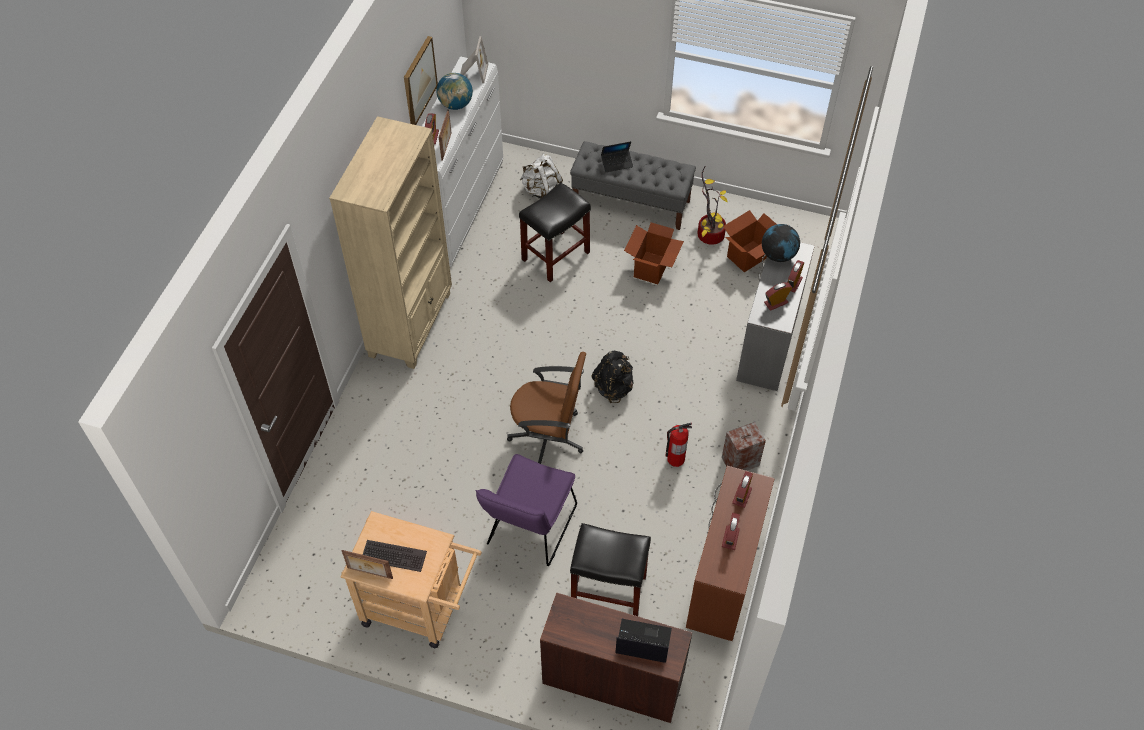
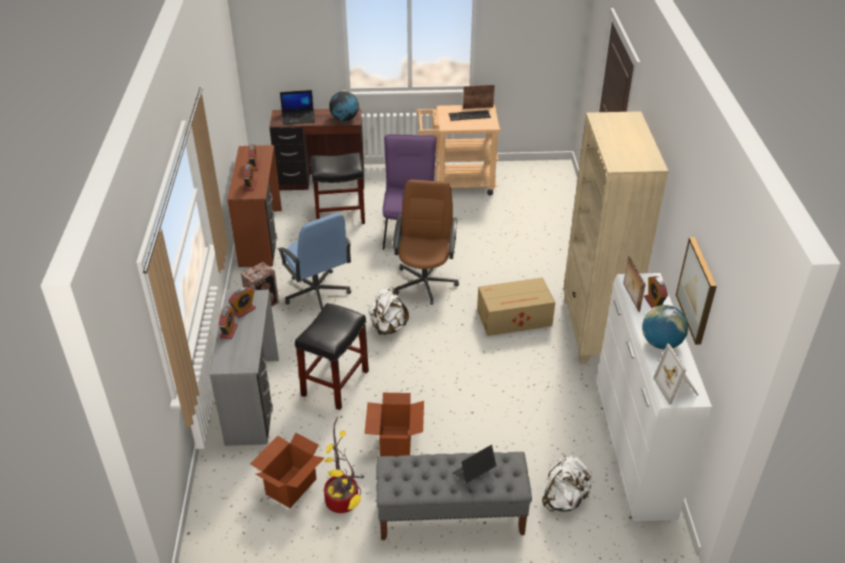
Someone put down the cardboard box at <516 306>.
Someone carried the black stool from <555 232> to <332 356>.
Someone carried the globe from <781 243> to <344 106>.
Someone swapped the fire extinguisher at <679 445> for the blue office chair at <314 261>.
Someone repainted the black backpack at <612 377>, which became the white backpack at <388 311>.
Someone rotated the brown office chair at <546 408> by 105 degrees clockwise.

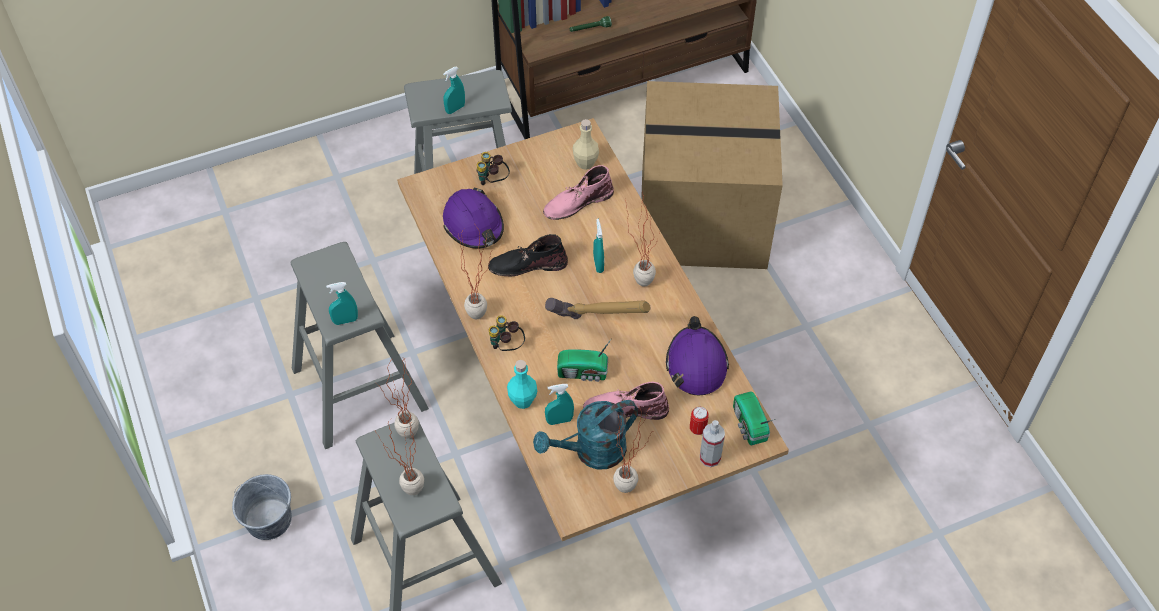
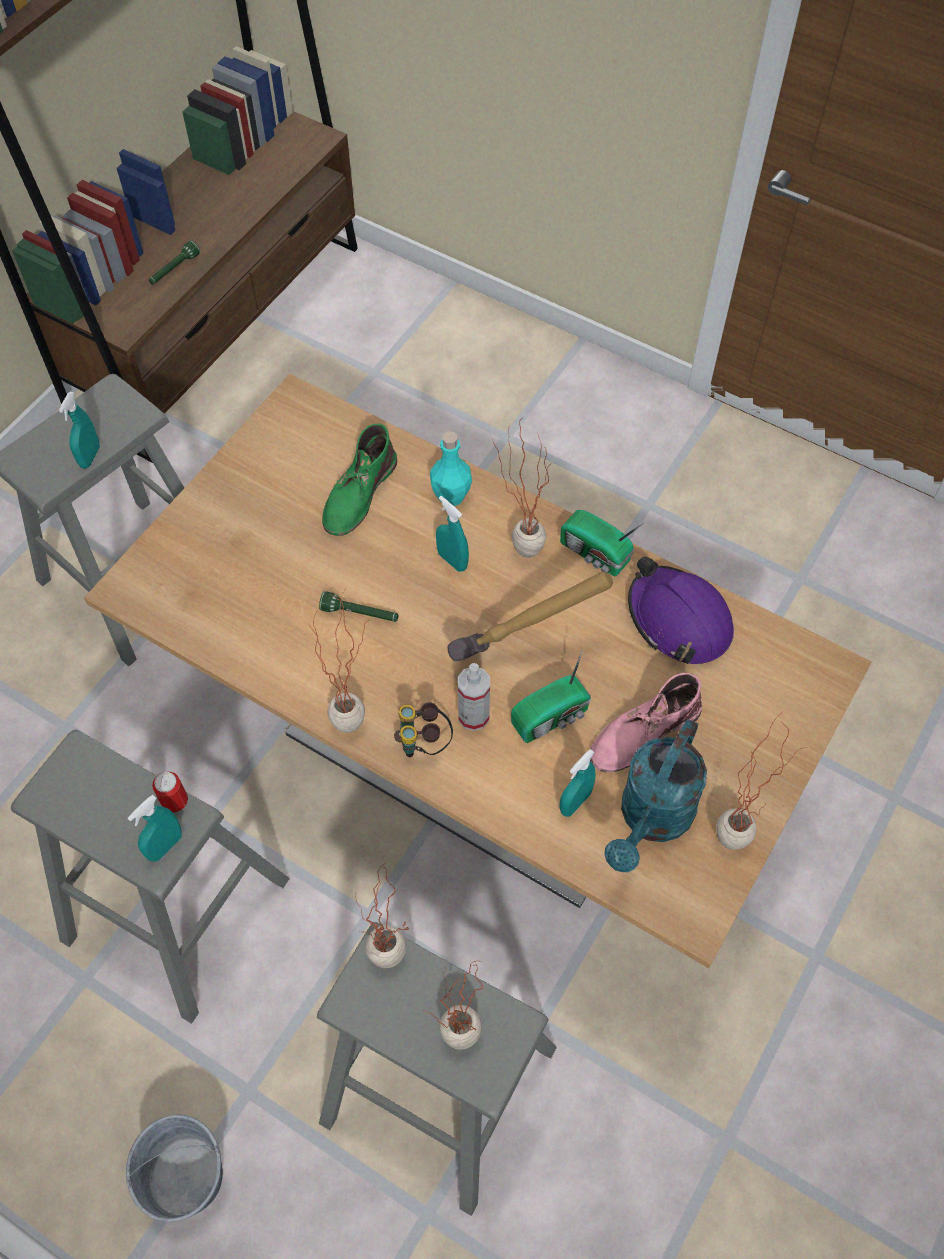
Someone took away the purple hard hat at <473 218>.
Someone took away the binoculars at <493 168>.
Someone took away the beige bottle at <586 144>.
Someone took away the cardboard box at <712 175>.
Someone carried the turquoise bottle from <522 384> to <451 468>.
Someone carried the can from <699 421> to <170 792>.
Someone carried the spray bottle from <712 443> to <474 697>.
Someone carried the radio from <754 418> to <602 543>.
Someone swapped the black boot at <528 255> for the green flashlight at <359 606>.
Someone repainted the pink boot at <578 192>, which became the green boot at <359 480>.

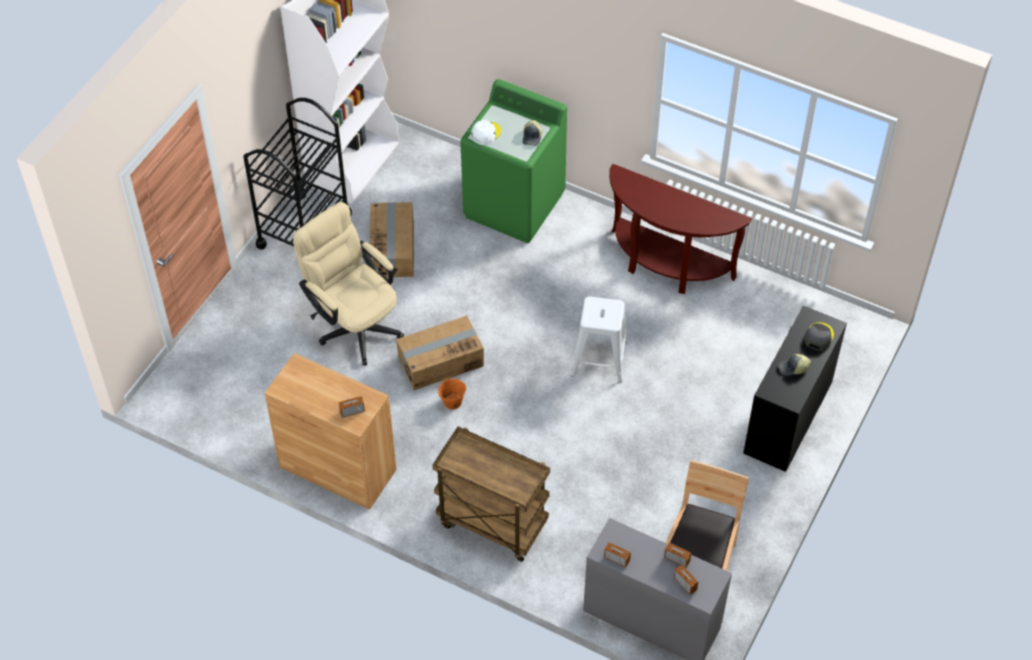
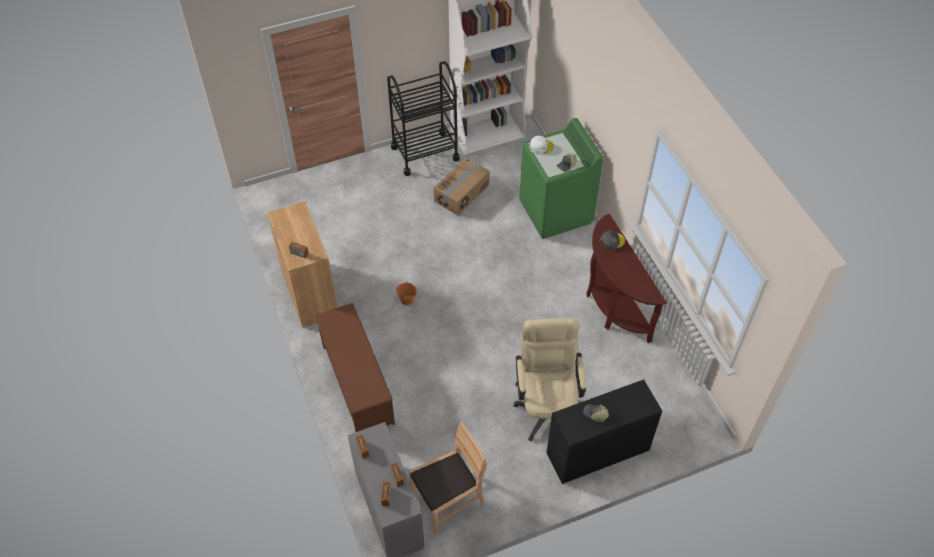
Someone took away the cardboard box at <440 352>.
Someone took away the white stool at <599 339>.
Someone carried the beige office chair from <348 284> to <549 380>.
Someone carried the grey cap from <819 336> to <612 240>.
Someone swapped the brown cart at <491 494> for the brown shoe rack at <355 367>.

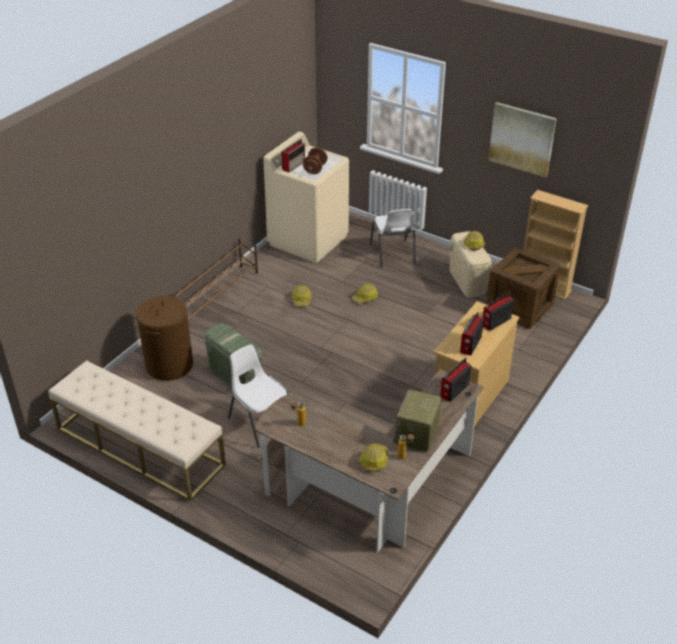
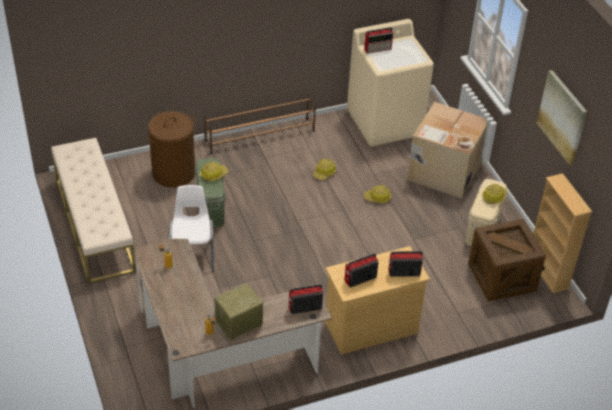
Someone took away the brown dumbbell at <315 160>.
Someone carried the hard hat from <374 457> to <215 171>.
Someone swapped the white chair at <393 238> for the cardboard box at <447 150>.

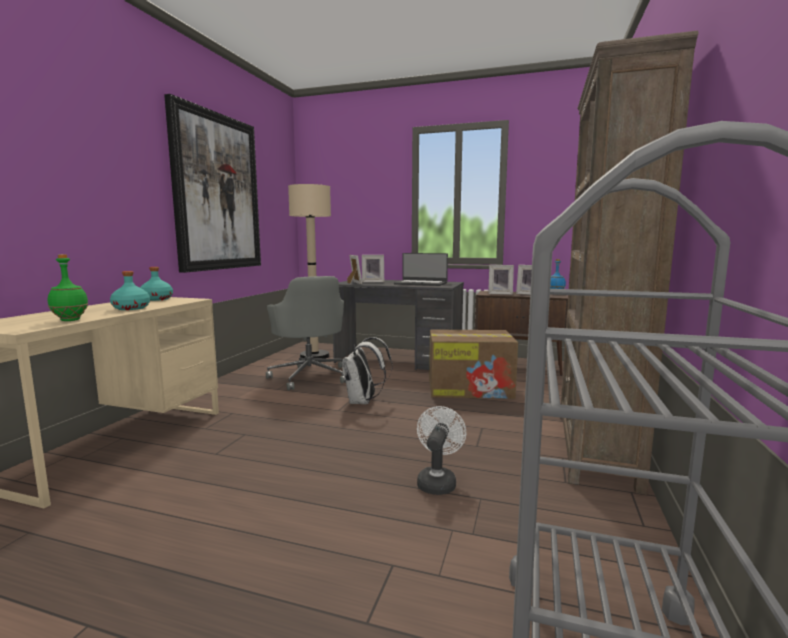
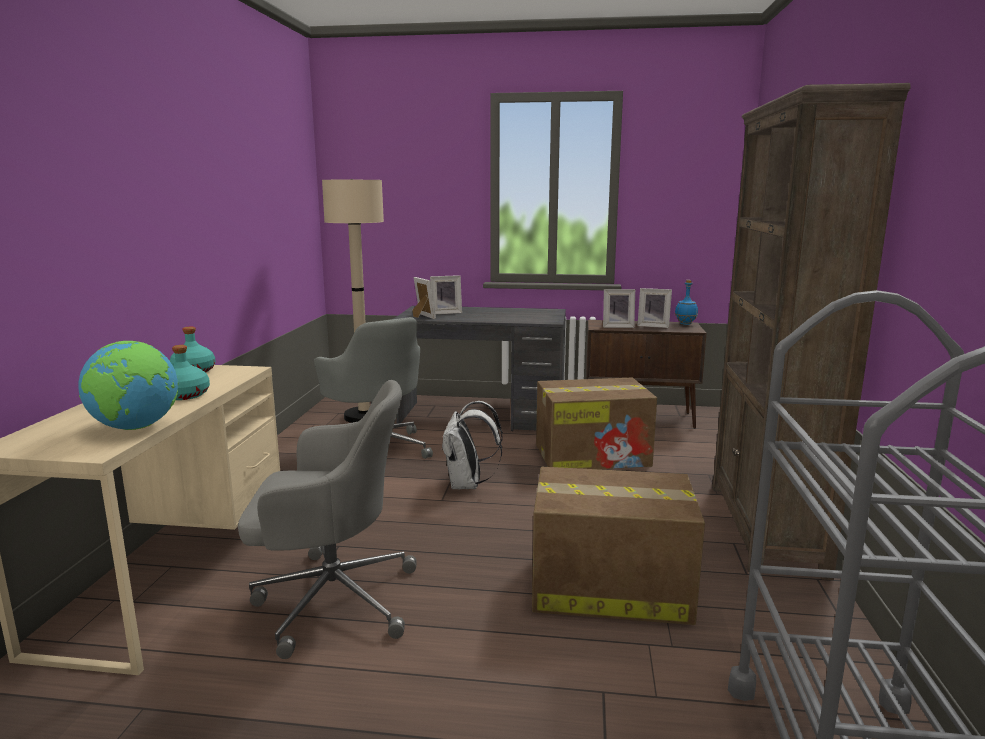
Someone took away the picture at <212 183>.
Someone took away the laptop at <421 269>.
Someone put down the grey office chair at <327 519>.
Someone swapped the green bottle at <68 287> for the globe at <128 385>.
Someone swapped the white fan at <441 450> for the cardboard box at <618 546>.

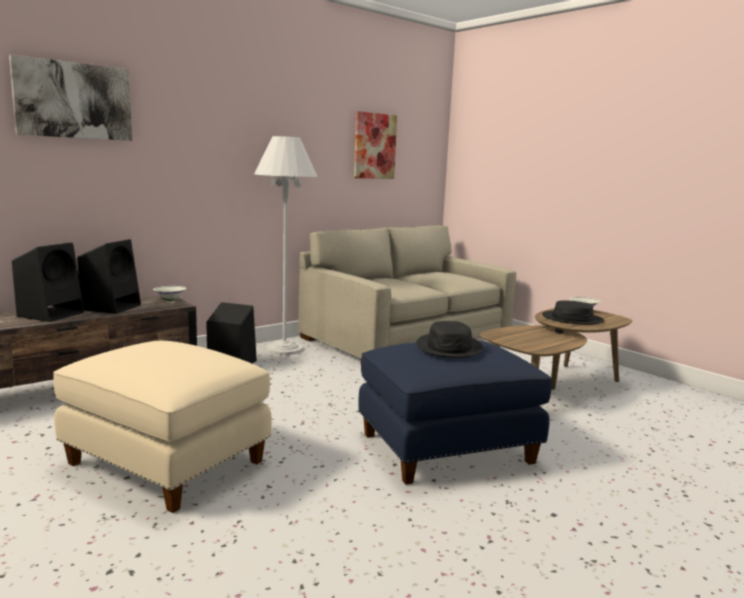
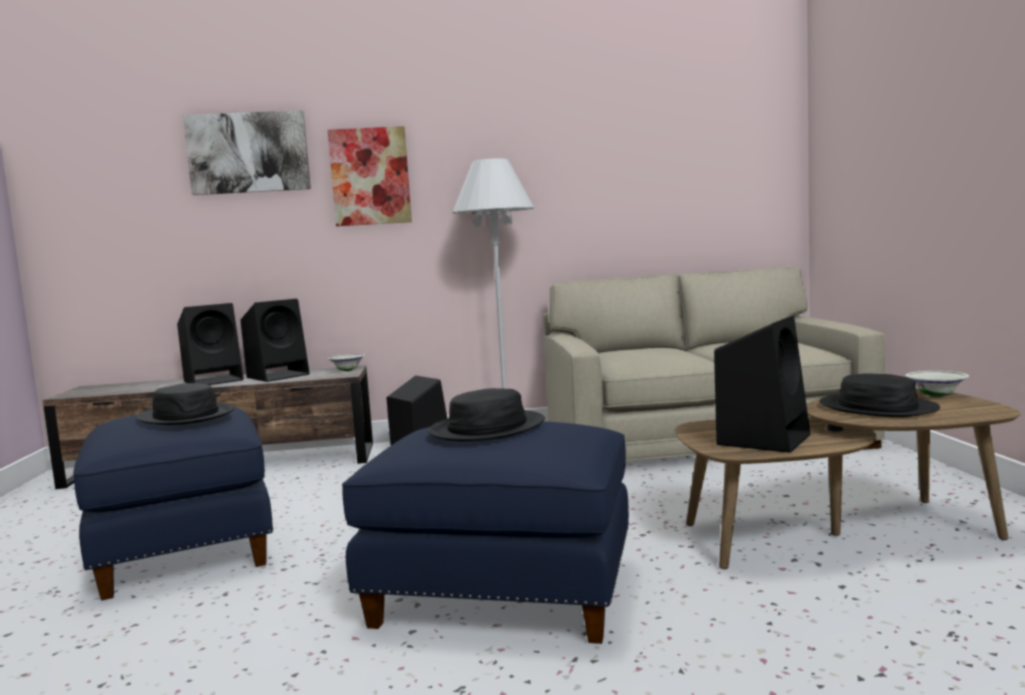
Someone put down the black hat at <185 404>.
Someone put down the black speaker at <762 384>.
Someone carried the picture from <375 145> to <370 176>.
Someone repainted the beige ottoman at <162 427>, which became the blue ottoman at <173 504>.

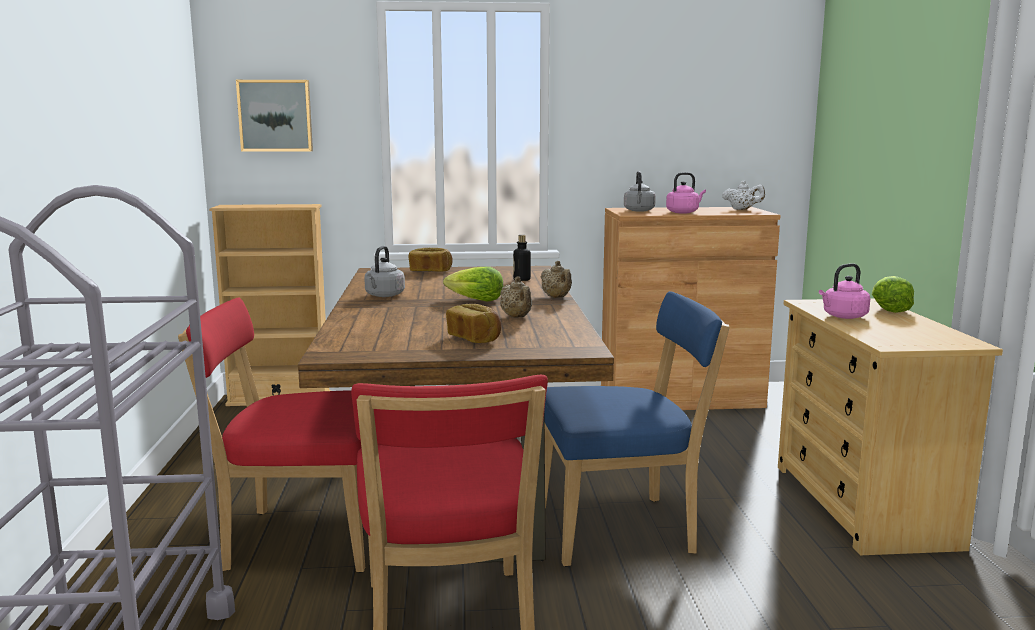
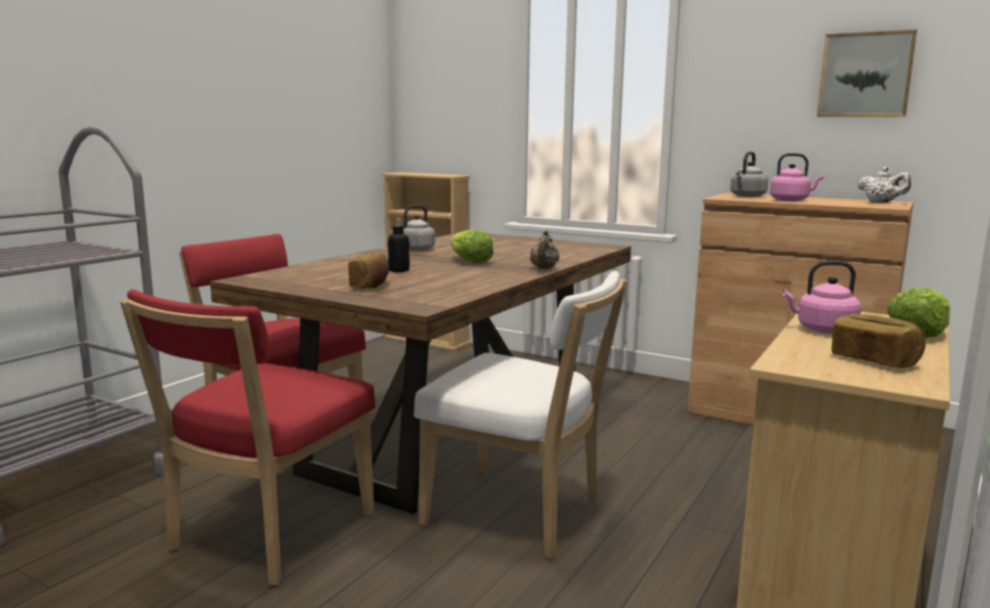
Someone took away the beige teapot at <516 297>.
Someone carried the picture from <274 116> to <867 73>.
Someone carried the bread from <431 260> to <878 341>.
Someone carried the bottle from <522 258> to <399 245>.
Someone repainted the blue chair at <637 429>, which became the white chair at <520 415>.

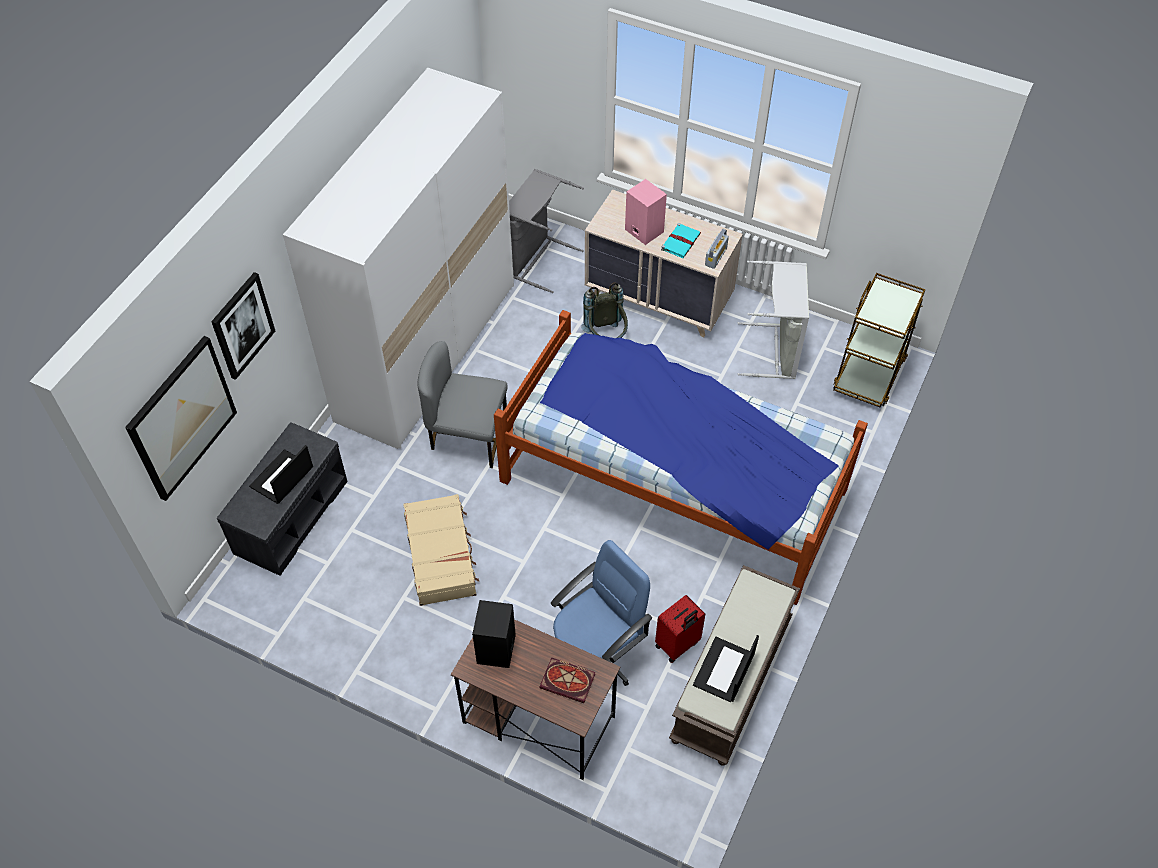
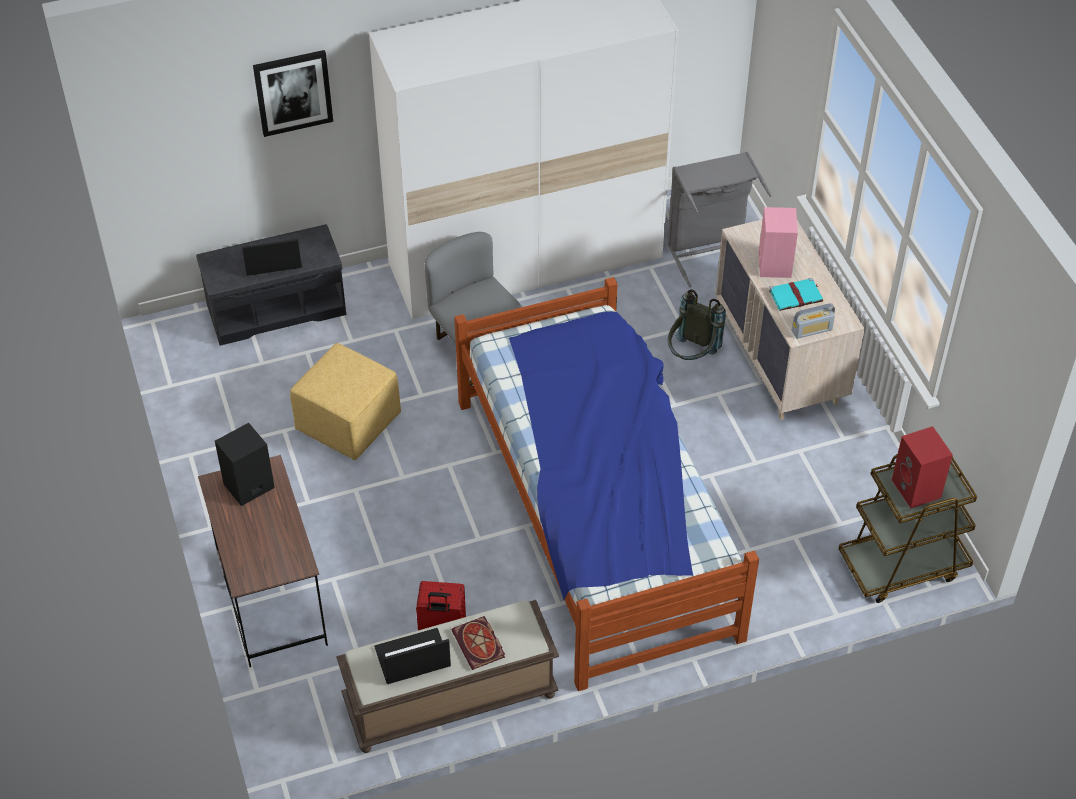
Someone took away the picture at <181 418>.
Someone took away the blue office chair at <601 613>.
Someone took away the grey laundry basket at <773 320>.
Someone put down the red speaker at <922 467>.
Someone carried the book from <567 680> to <478 643>.
Someone swapped the beige suitcase at <441 550> for the yellow ottoman at <345 401>.

